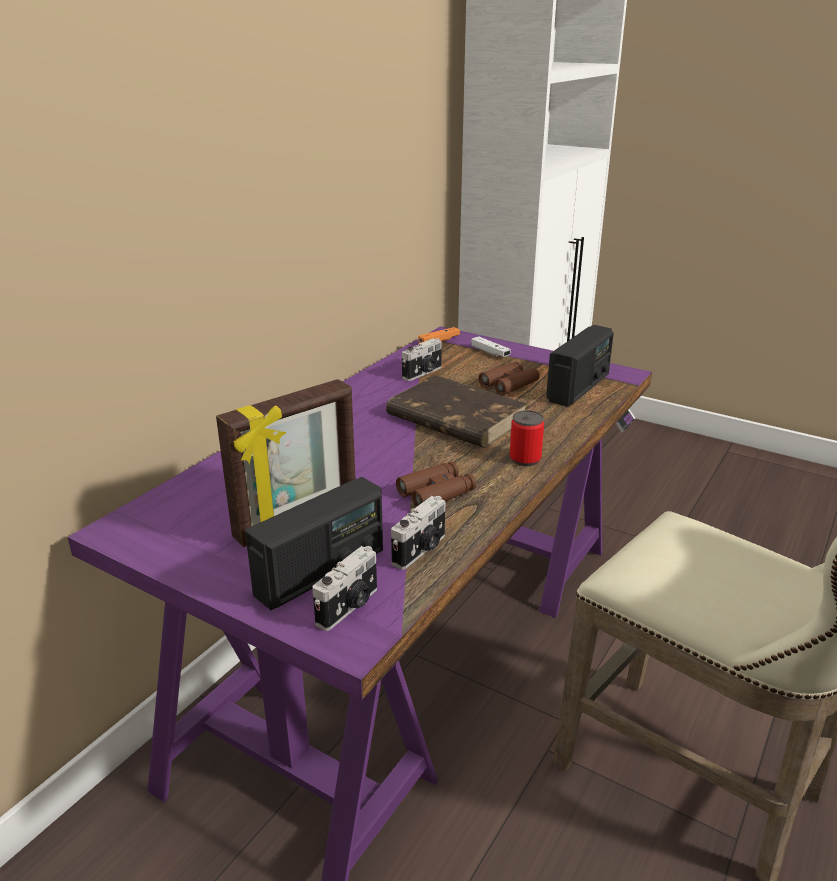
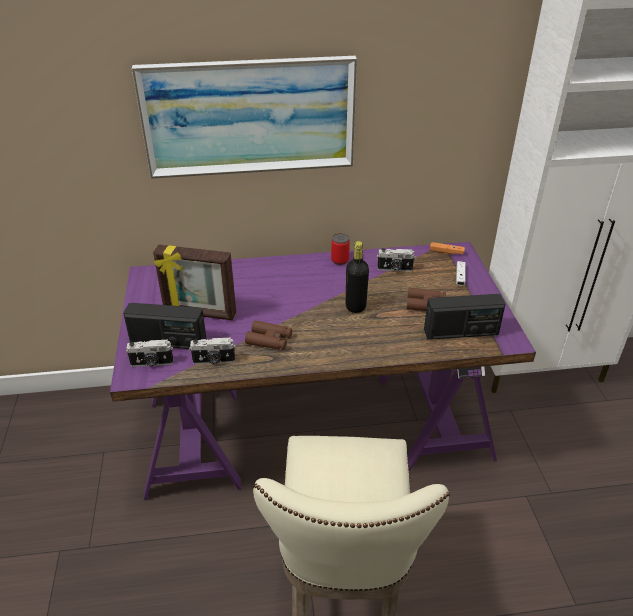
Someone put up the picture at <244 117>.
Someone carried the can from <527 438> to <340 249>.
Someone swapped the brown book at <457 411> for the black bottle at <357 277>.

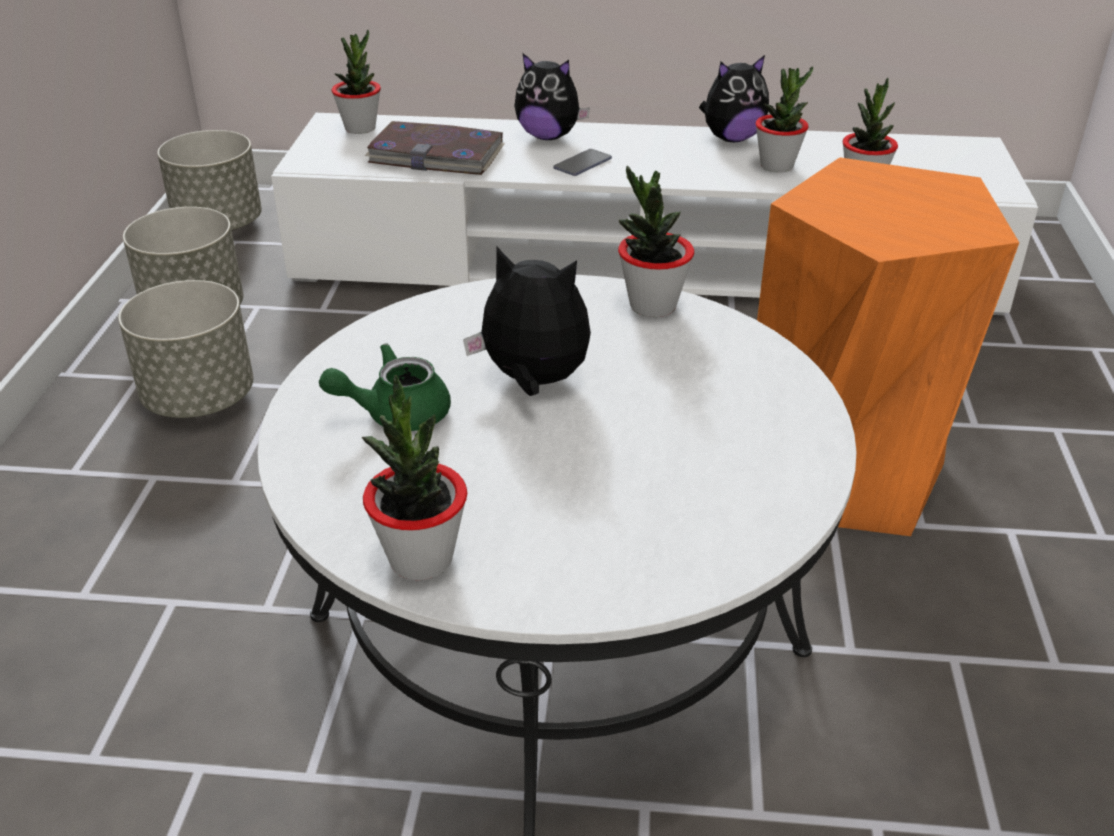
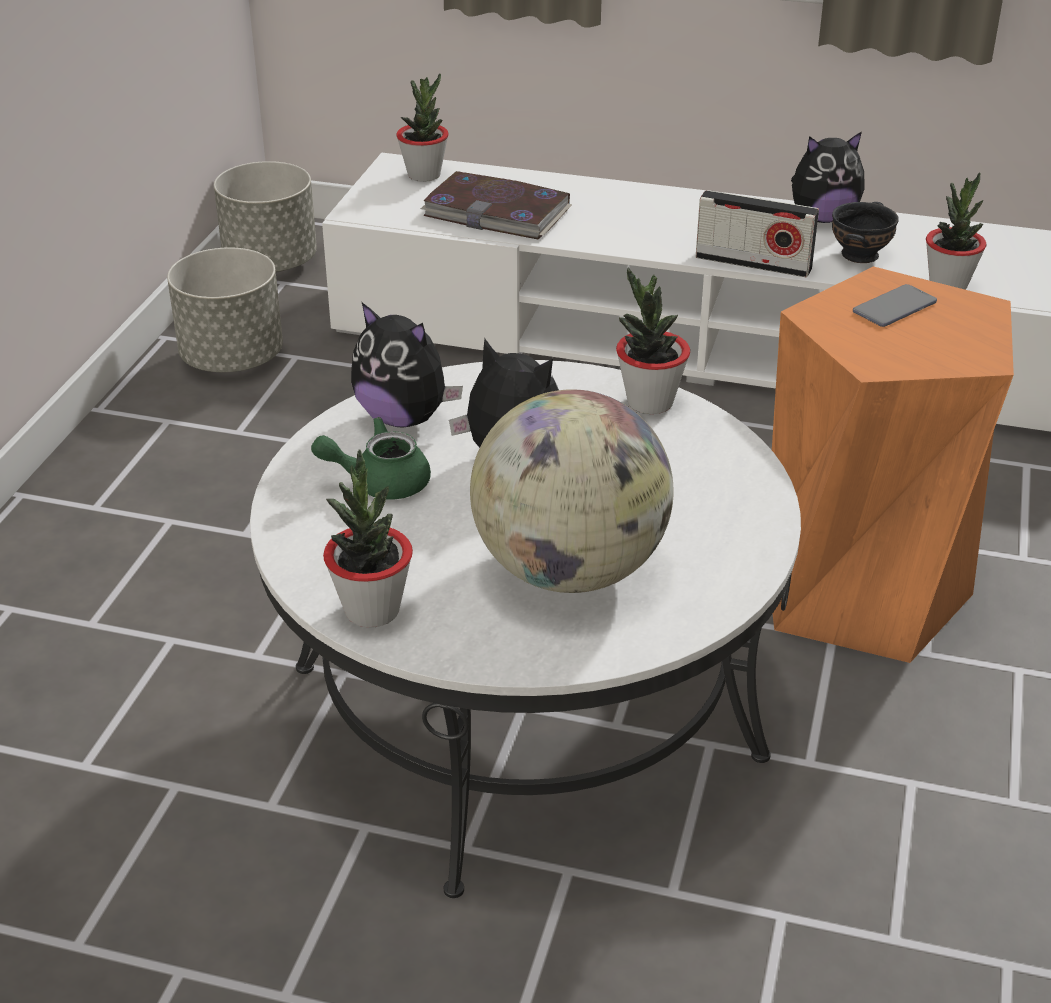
Someone took away the grey planter at <185 349>.
Someone put down the globe at <572 491>.
Someone put down the radio at <757 233>.
Someone carried the plush toy from <552 96> to <407 365>.
Someone carried the phone from <583 162> to <895 305>.
Someone swapped the potted plant at <784 120> for the black bowl at <865 232>.

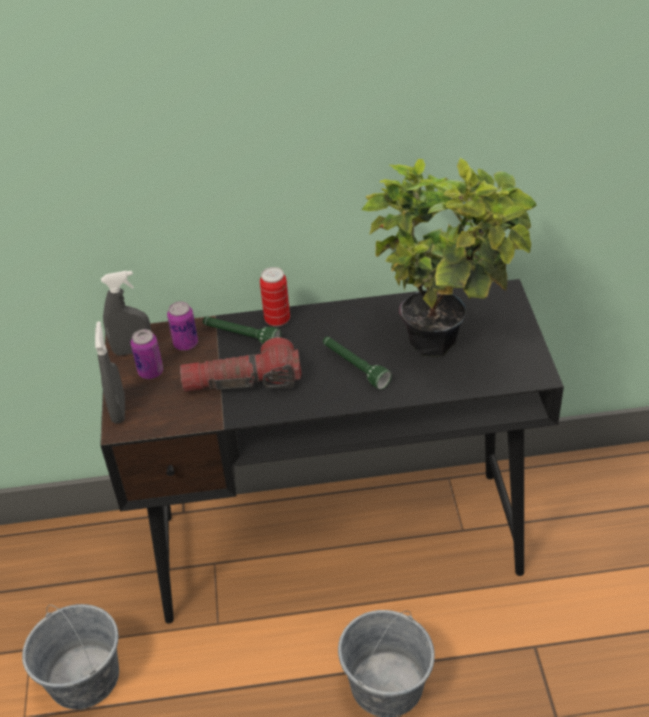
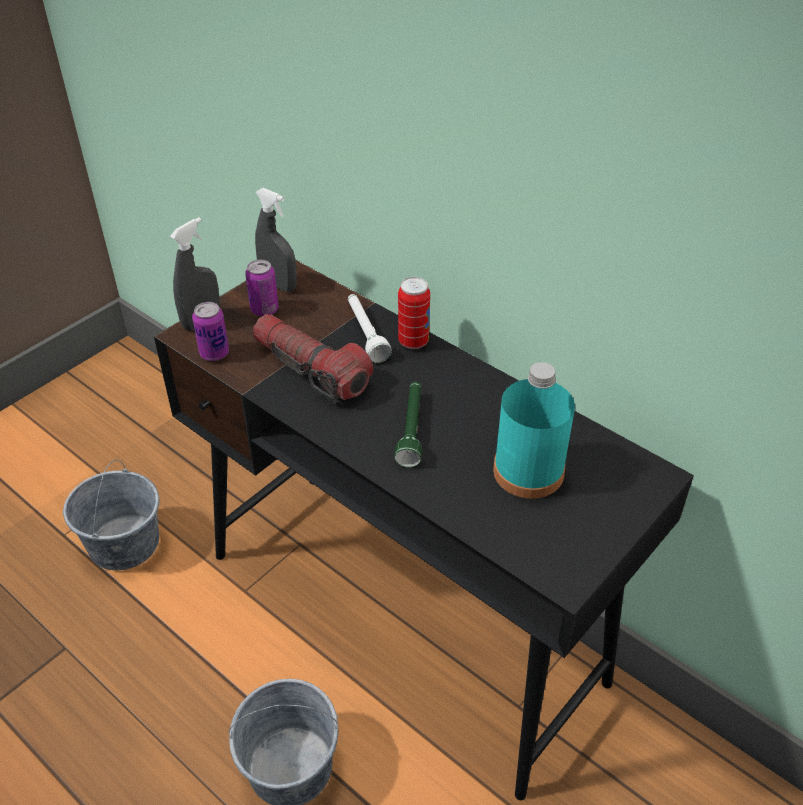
Someone carried the can from <182 326> to <210 331>.
Someone swapped the potted plant at <449 257> for the turquoise bottle at <534 430>.
Someone repainted the green flashlight at <242 330>, which became the white flashlight at <370 328>.

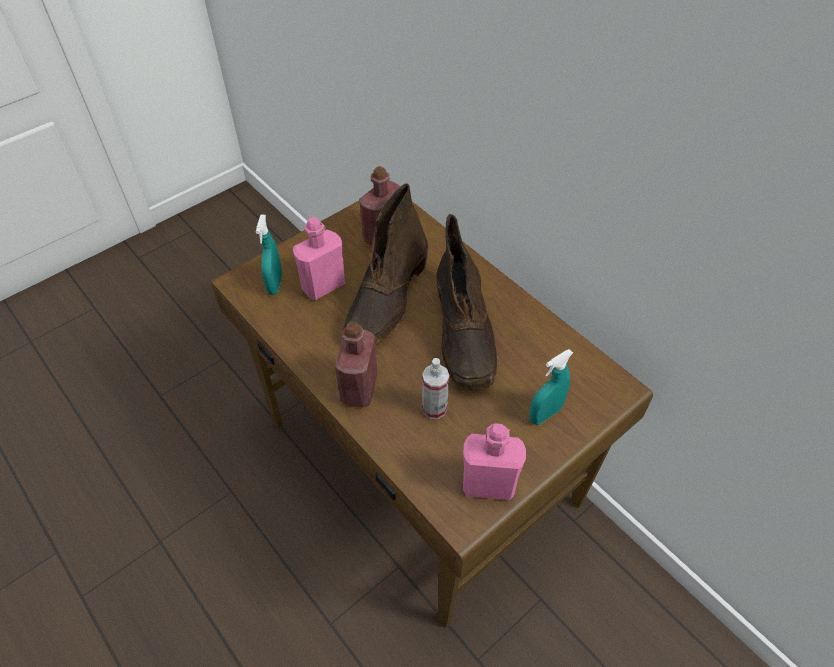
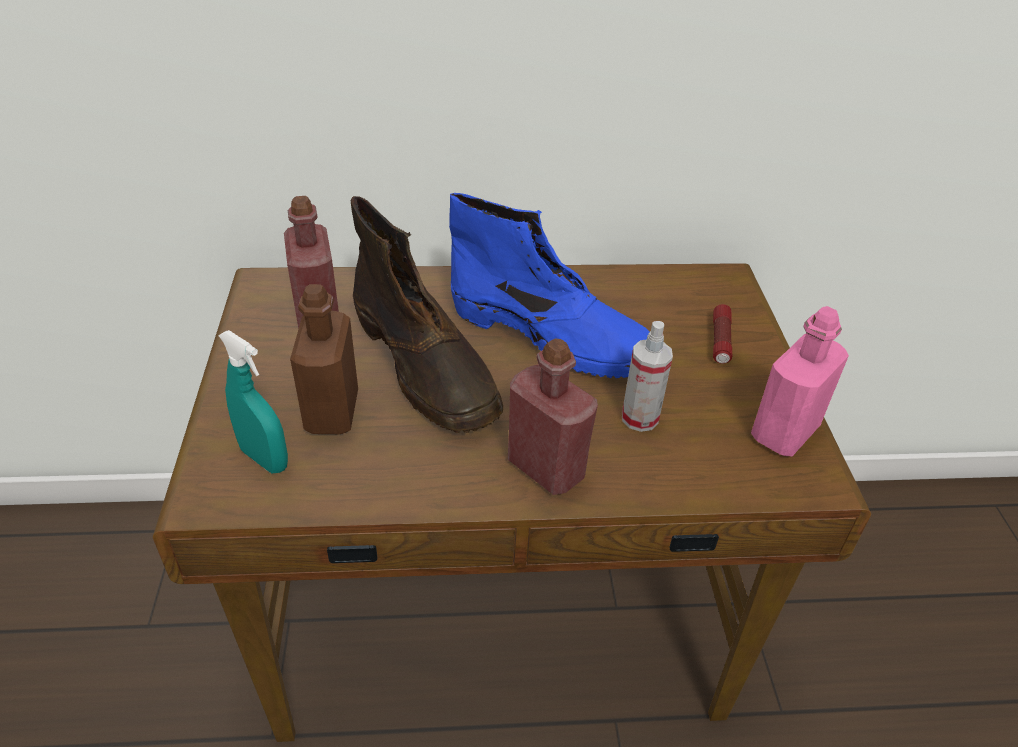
Someone swapped the turquoise spray bottle at <551 387> for the flashlight at <722 334>.
Someone repainted the pink bottle at <319 258>, which became the brown bottle at <324 359>.
Someone repainted the brown boot at <468 302>, which became the blue boot at <549 285>.

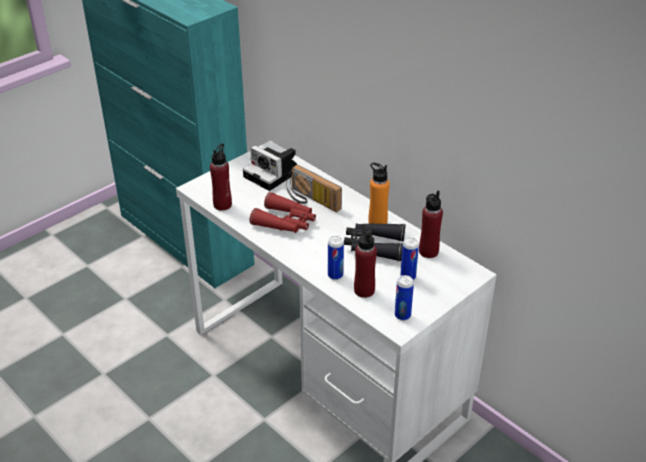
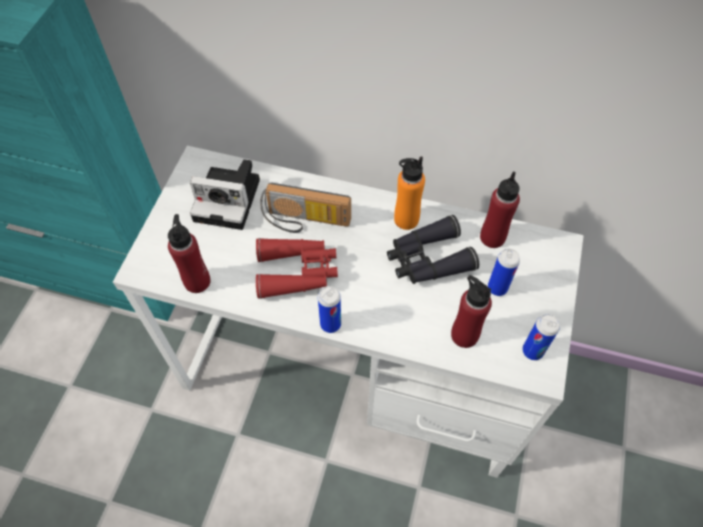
Someone carried the can from <336 258> to <329 309>.

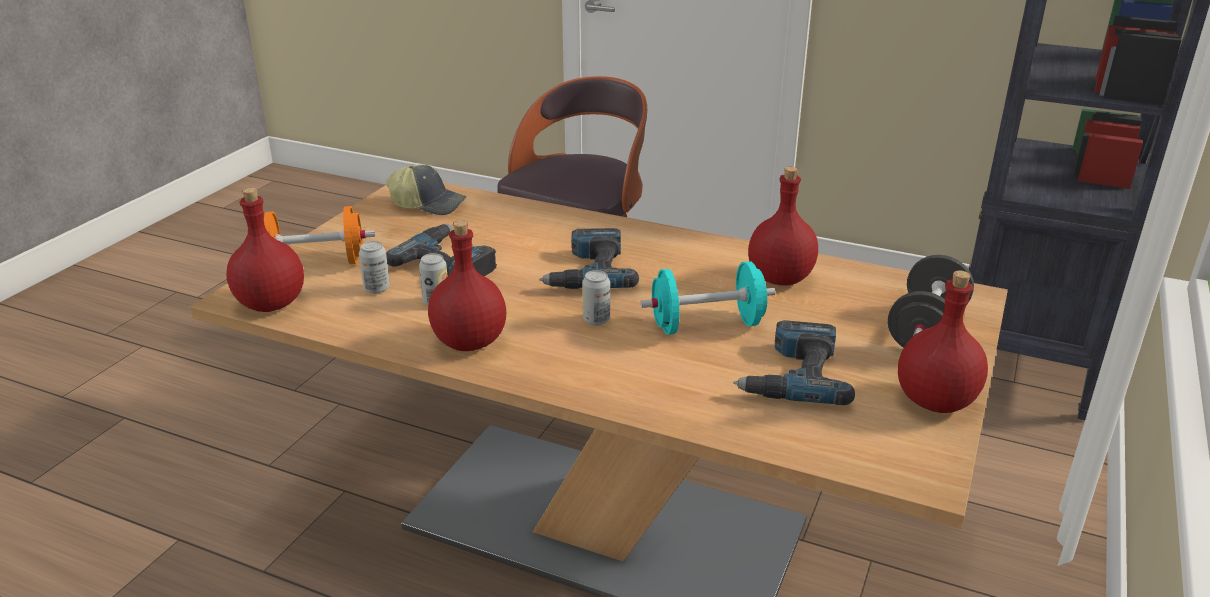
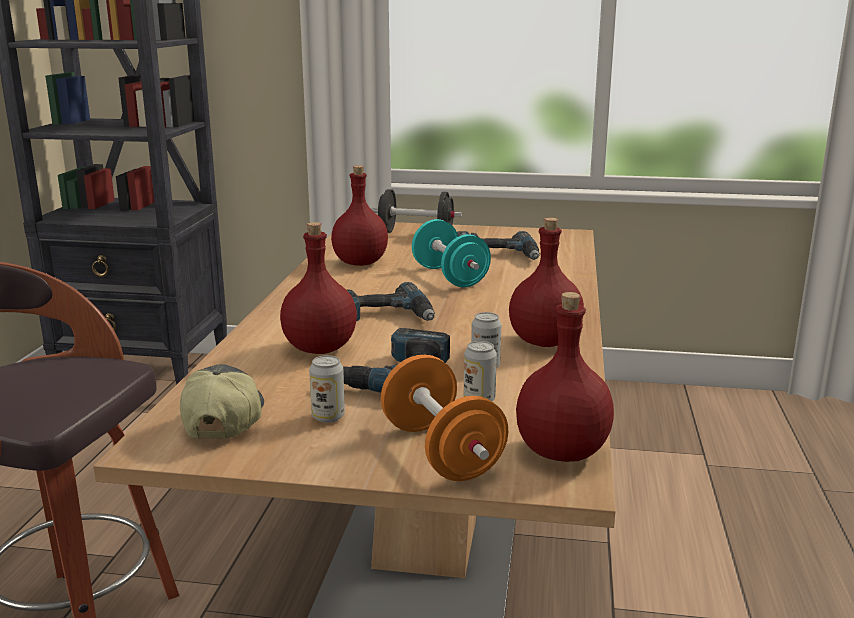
Someone carried the can from <596 297> to <327 389>.
Someone carried the red bottle from <943 342> to <318 288>.

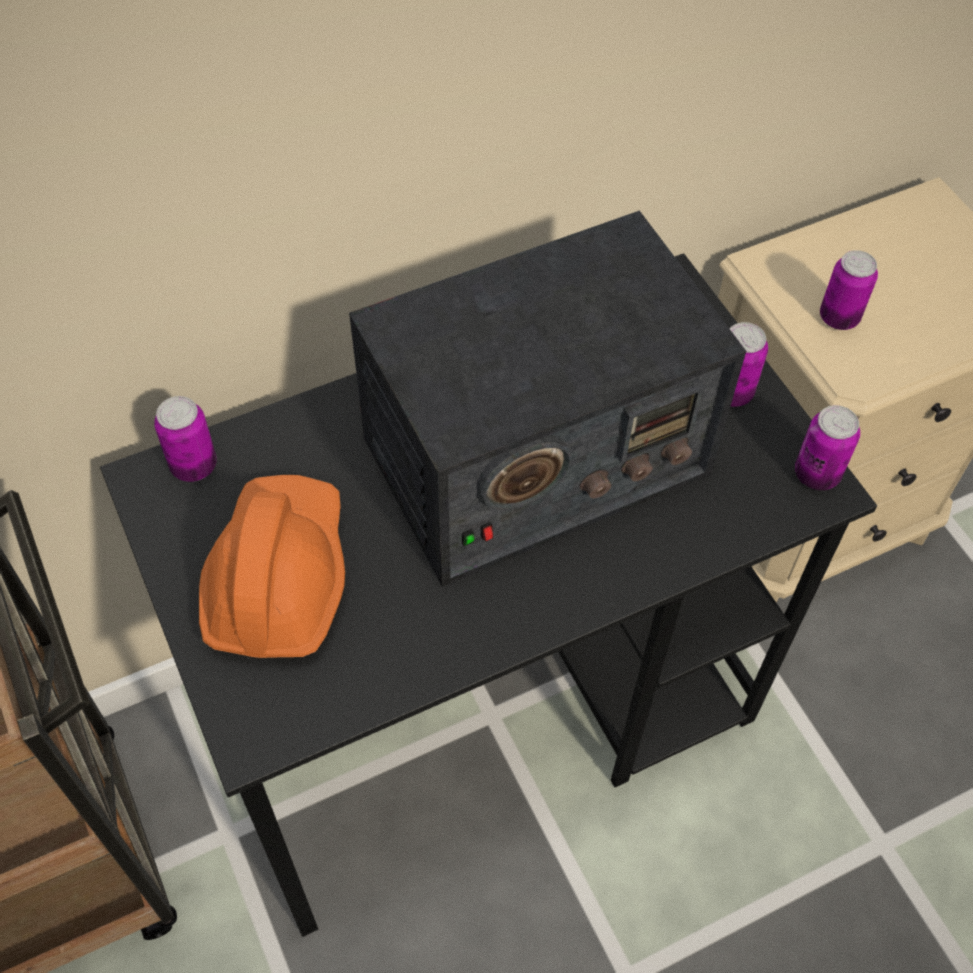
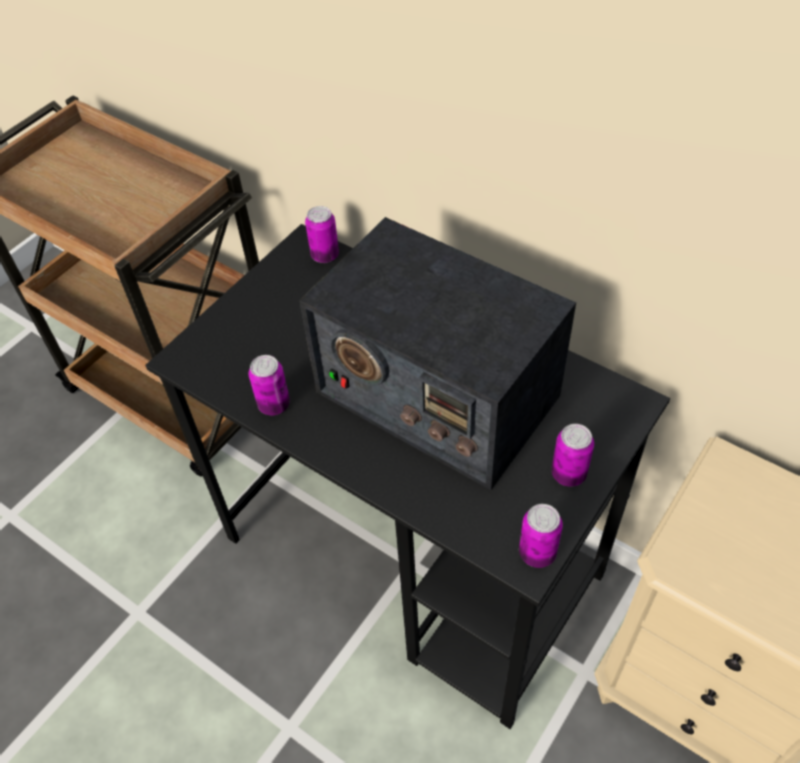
Someone took away the orange hard hat at <272 566>.
Someone carried the can from <849 290> to <269 385>.

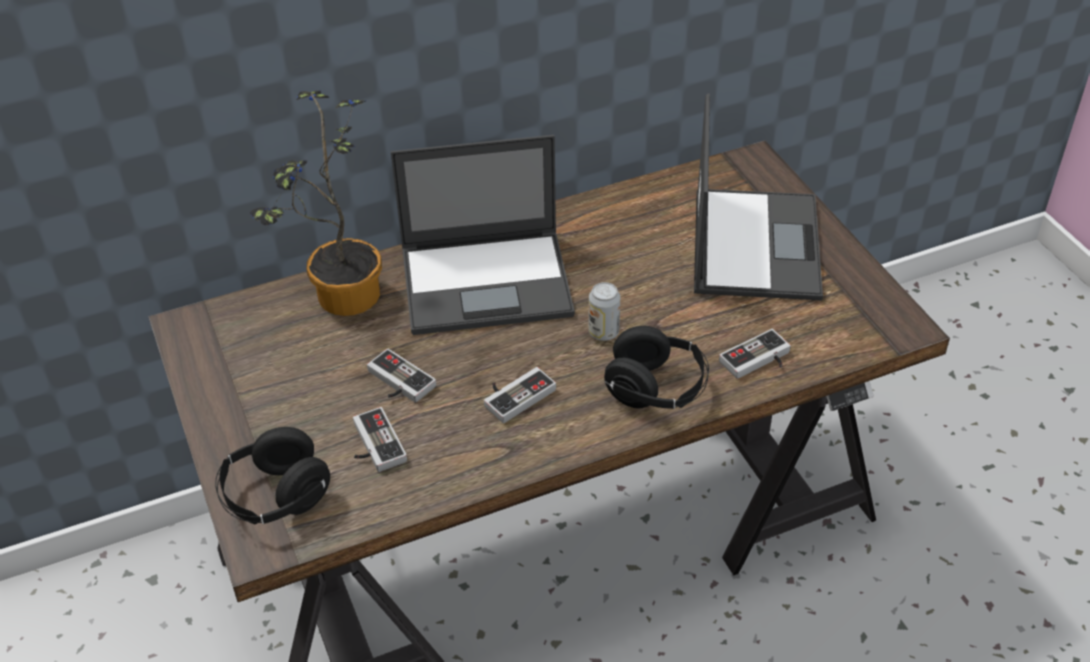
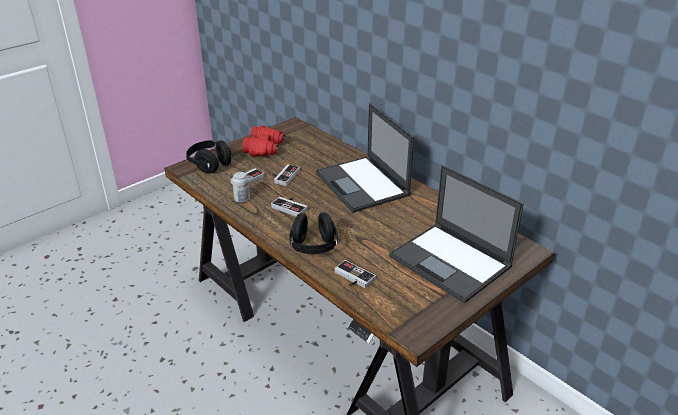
Someone took away the potted plant at <316 203>.
Someone put down the red binoculars at <263 141>.
Someone carried the can from <604 311> to <241 187>.
Someone rotated the laptop at <758 196> by 60 degrees clockwise.

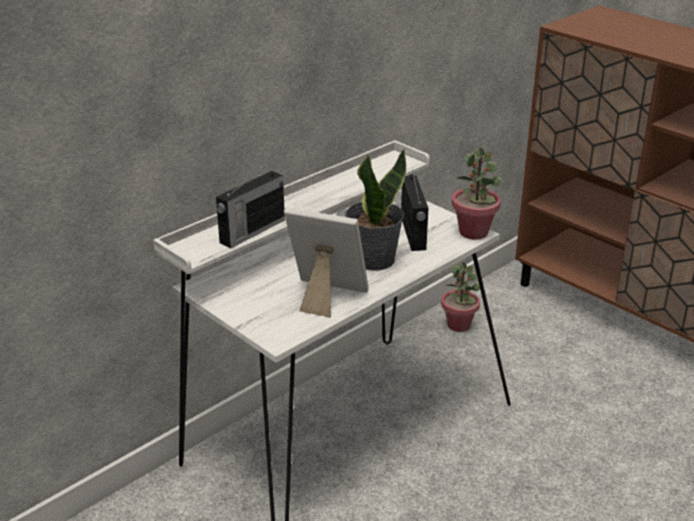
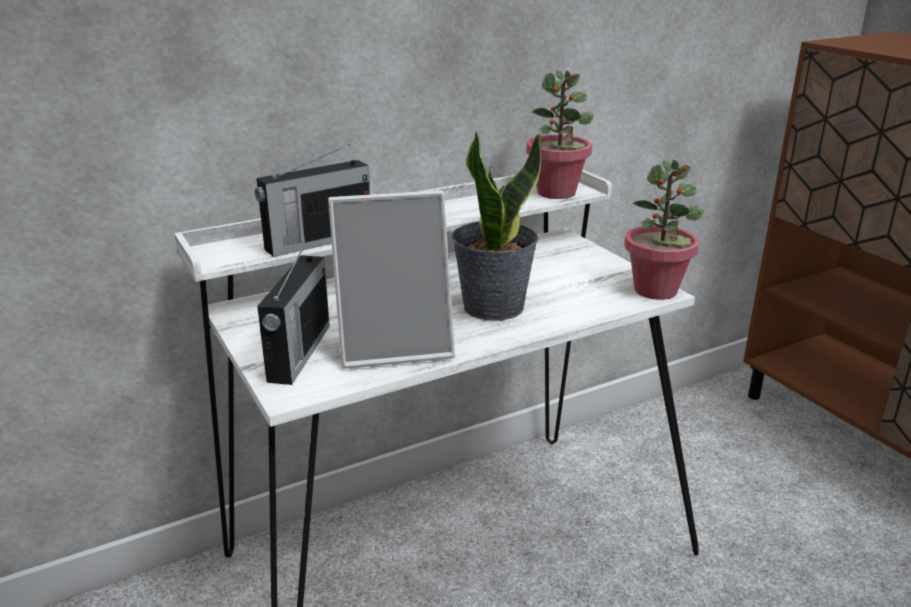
Someone carried the radio from <414 210> to <293 313>.
Someone carried the potted plant from <460 297> to <560 134>.
Someone rotated the picture frame at <326 262> by 135 degrees clockwise.

